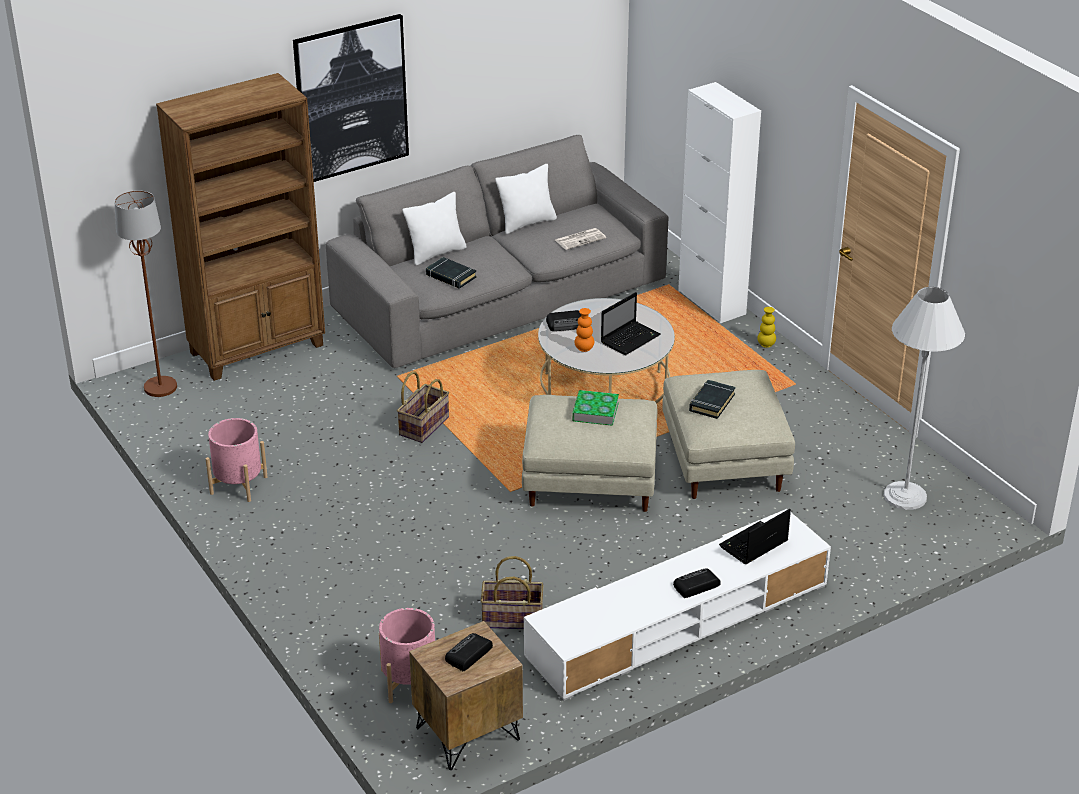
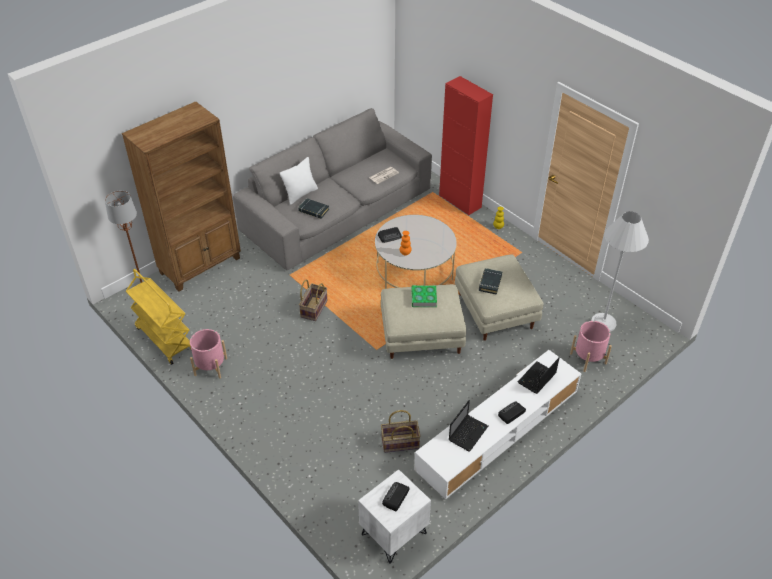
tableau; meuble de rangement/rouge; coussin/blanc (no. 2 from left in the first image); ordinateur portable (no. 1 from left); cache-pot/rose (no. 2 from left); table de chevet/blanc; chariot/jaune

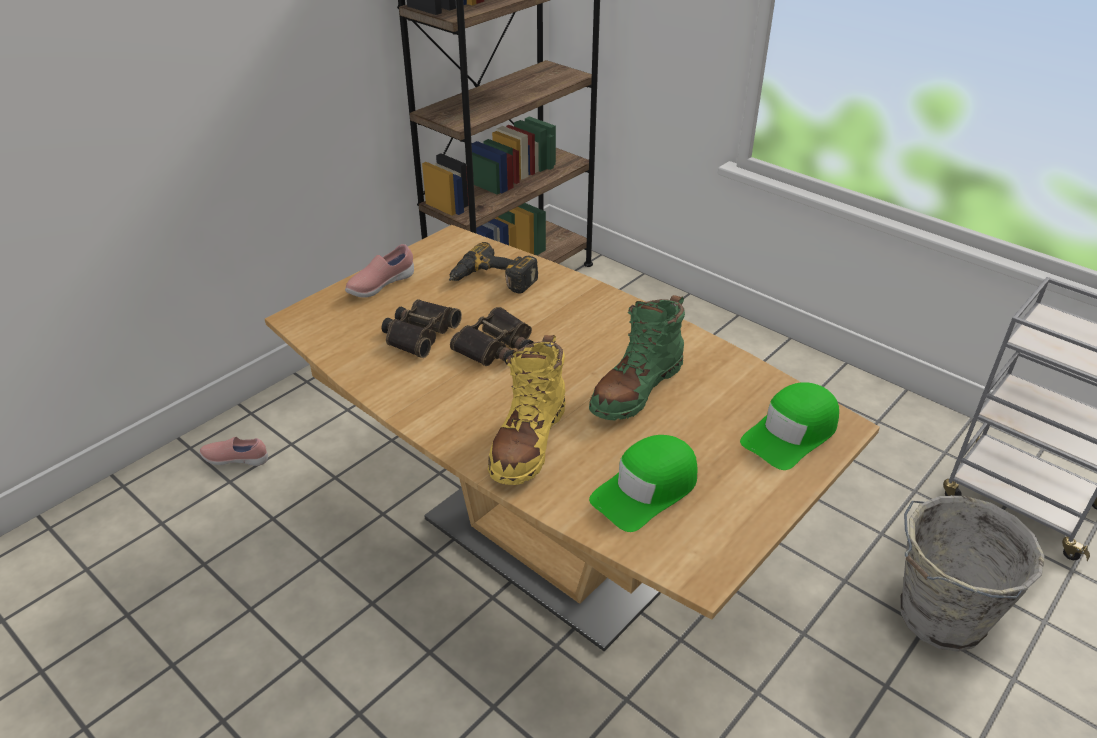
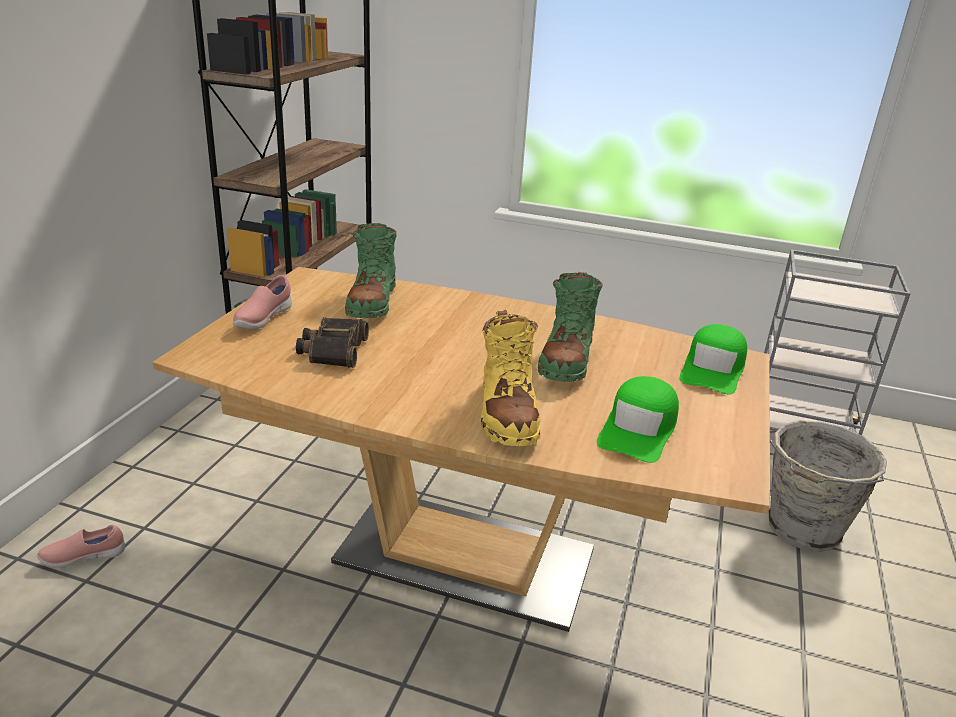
botte/vert (no. 1 from left); jumelles (no. 2 from left in the first image)

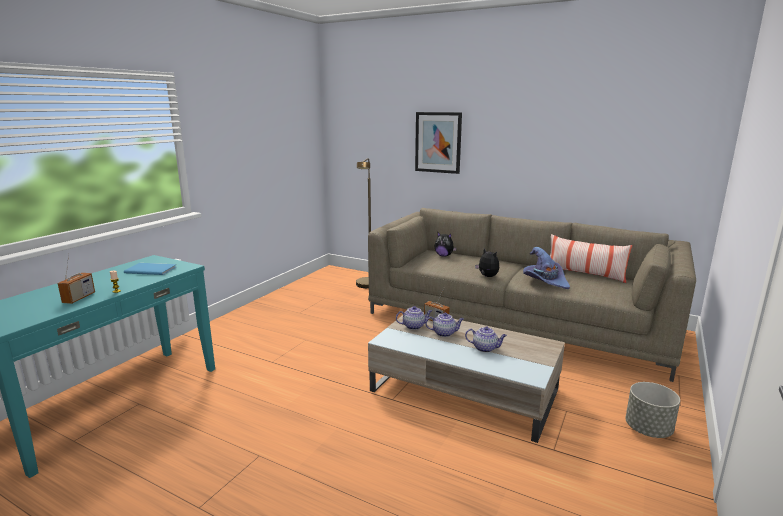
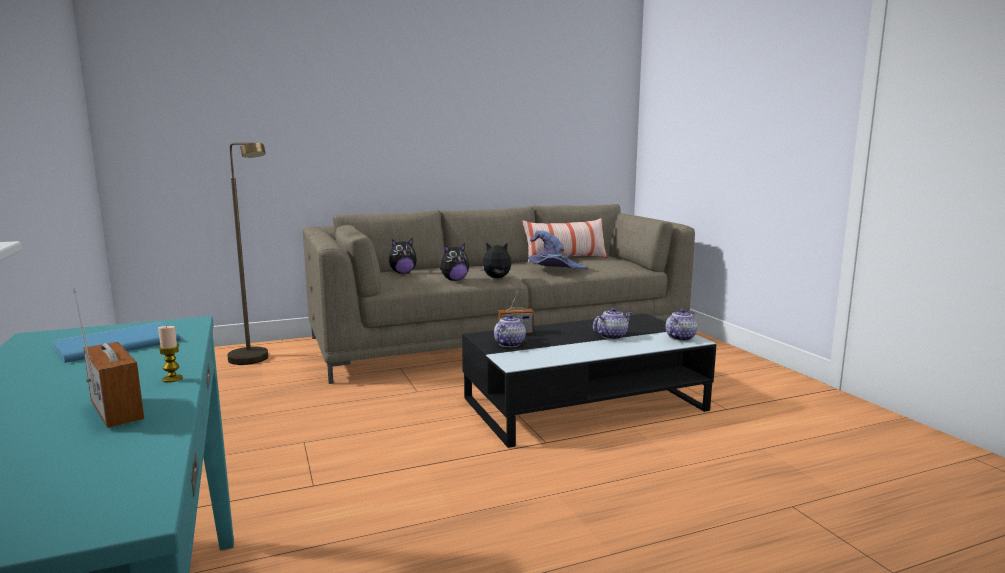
tableau; table basse/noir; théière (no. 3 from left); cache-pot/gris; peluche (no. 2 from left)

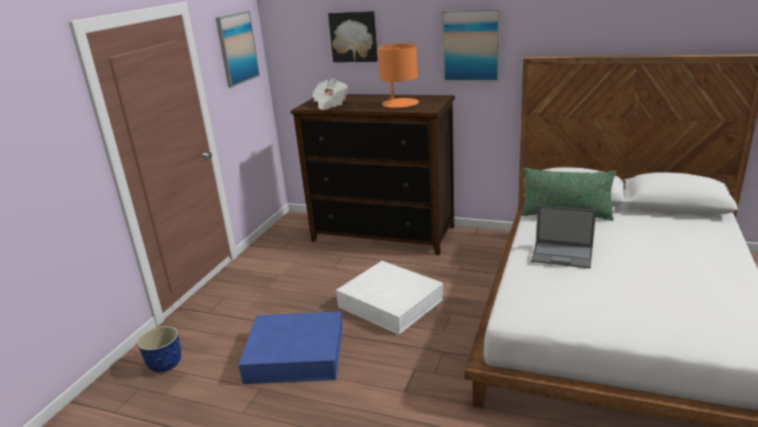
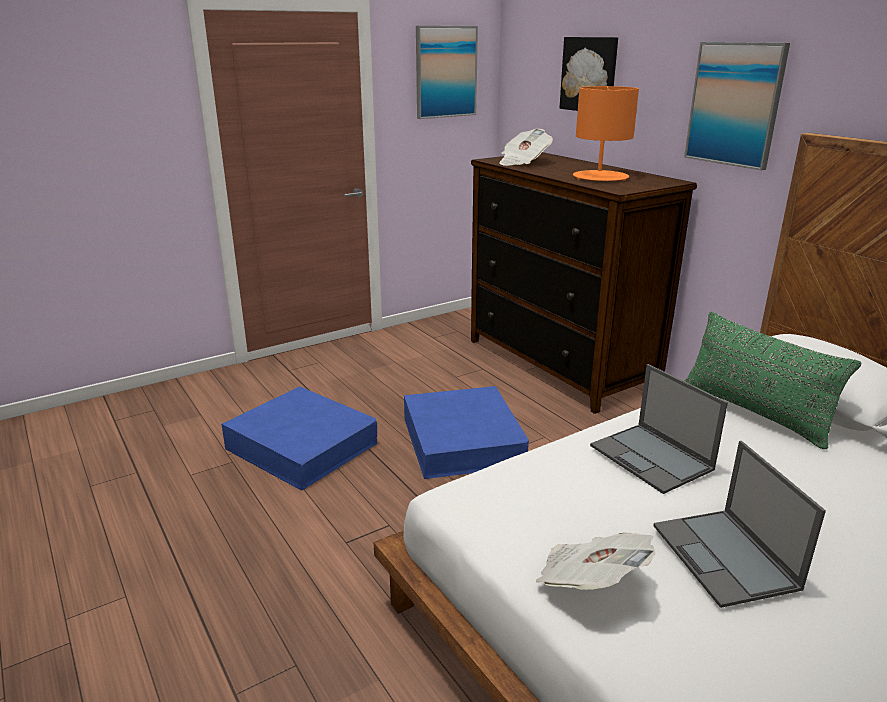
boîte de rangement/bleu (no. 2 from left); cache-pot; ordinateur portable (no. 2 from left); journal (no. 2 from left)

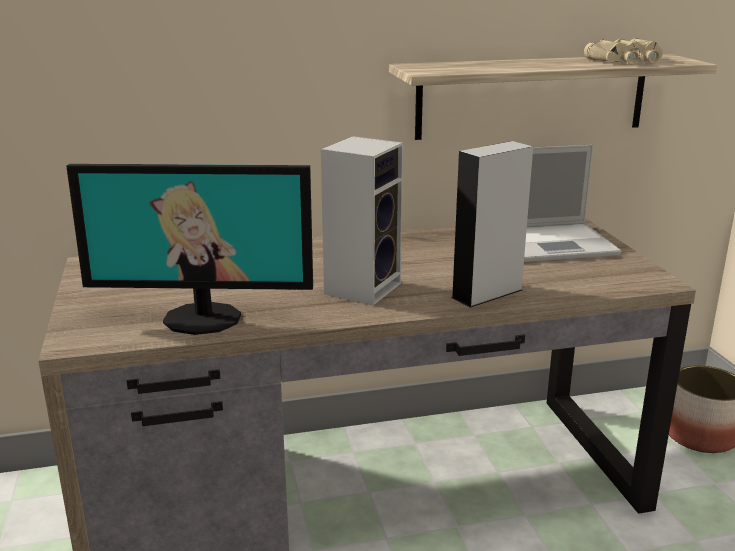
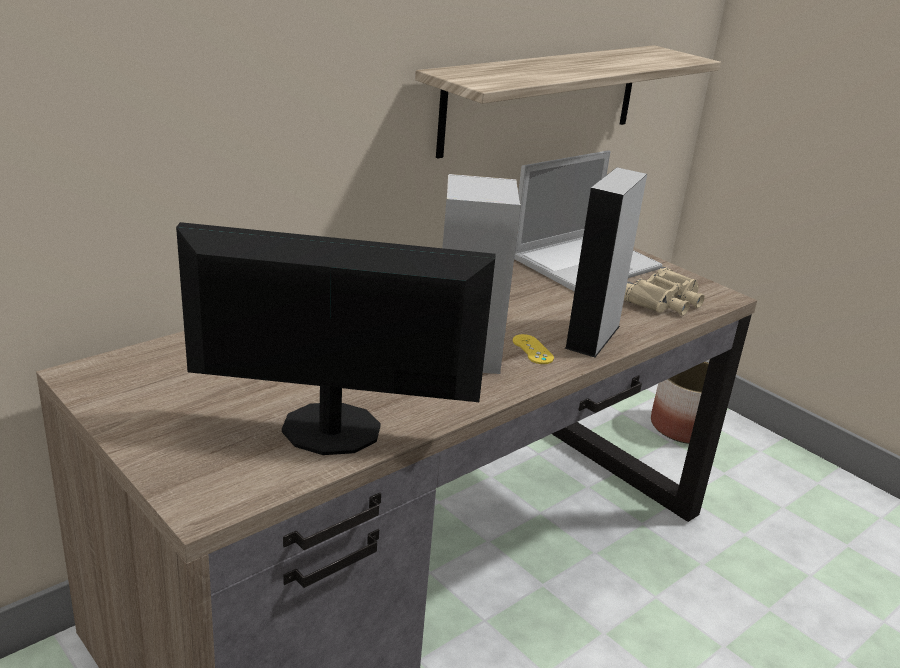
jumelles/beige; écran d'ordinateur; manette/jaune

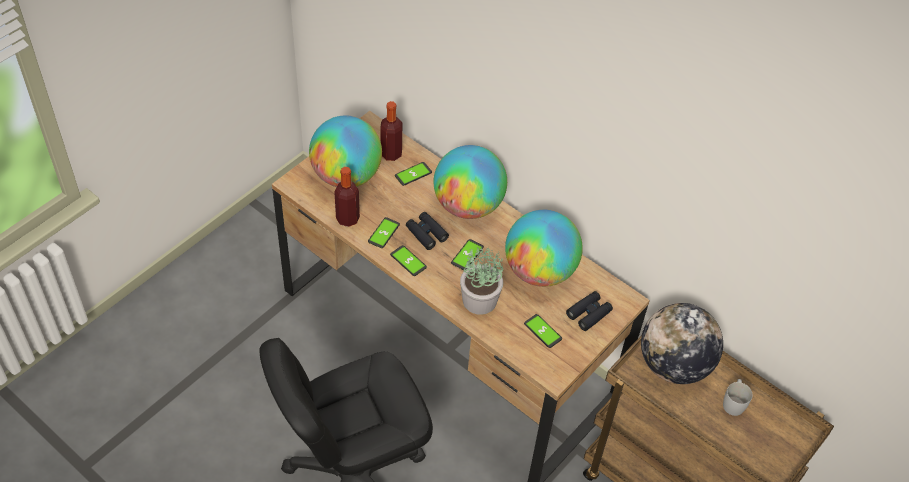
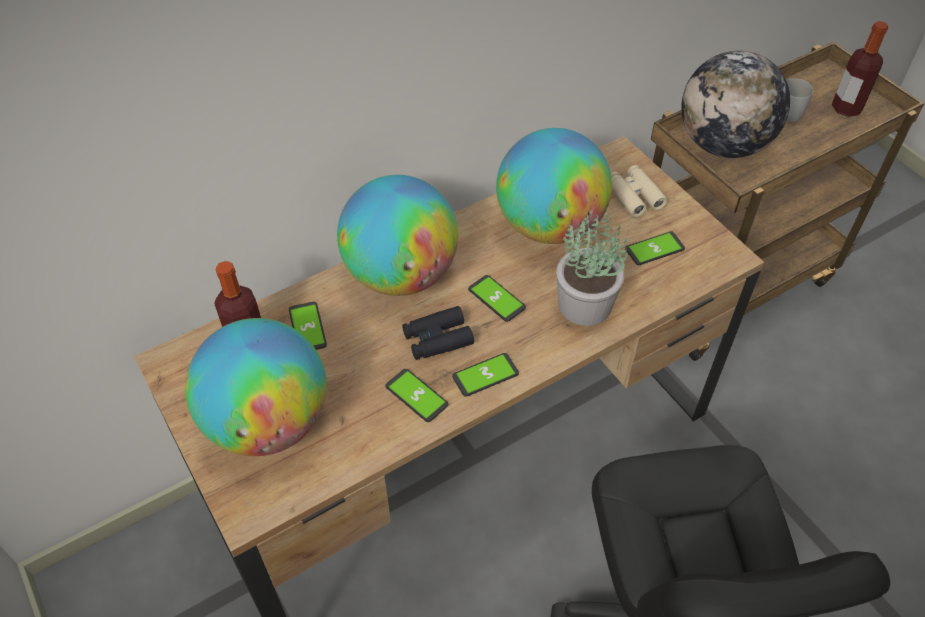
bouteille (no. 2 from left); jumelles/beige

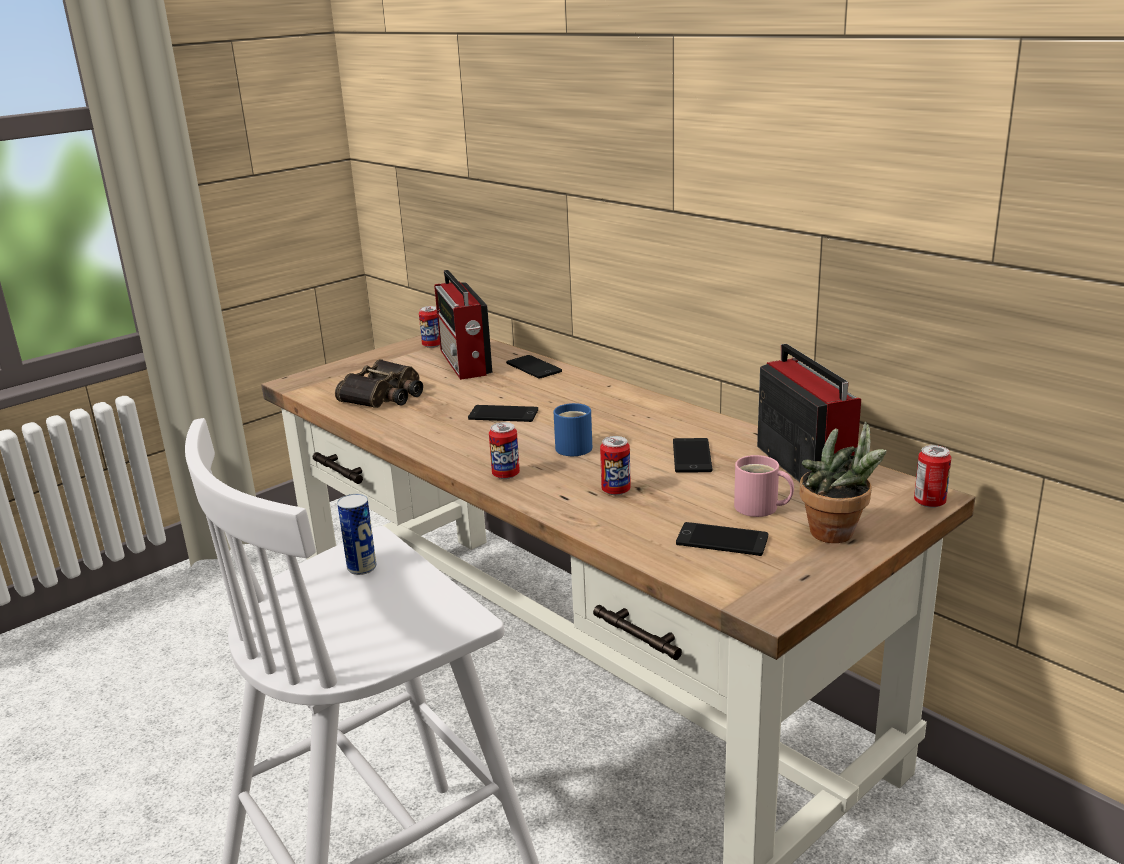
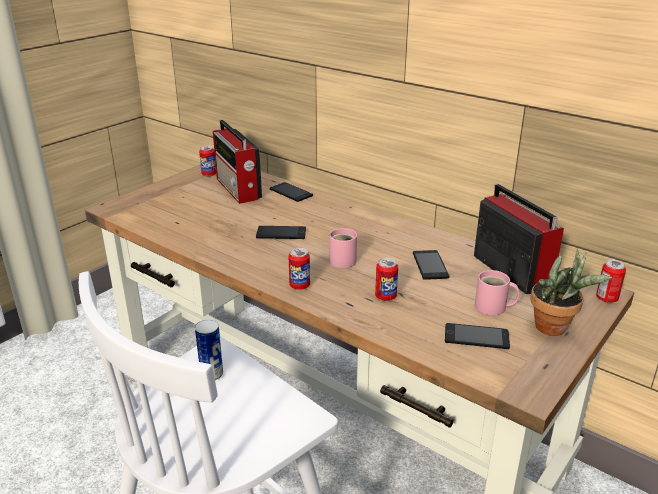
jumelles; mug/rose (no. 1 from left)

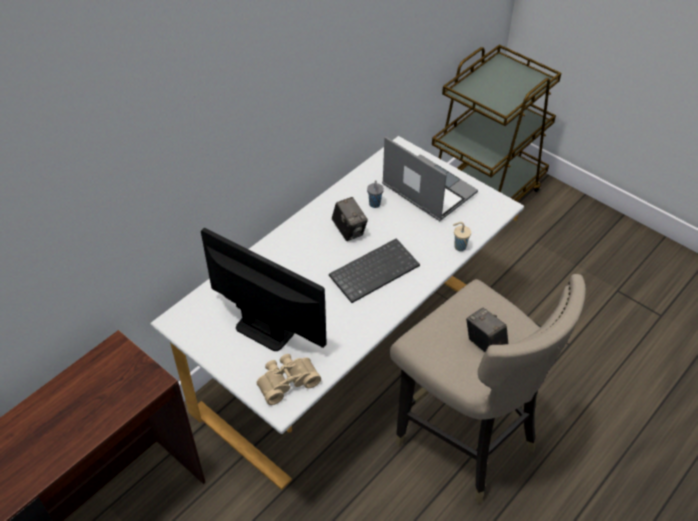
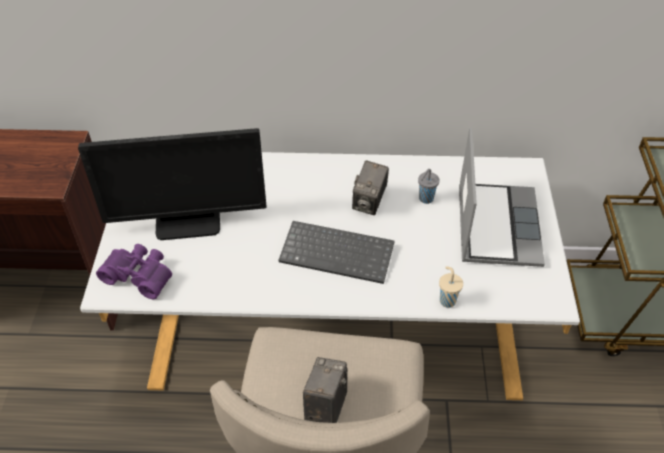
écran d'ordinateur; jumelles/violet

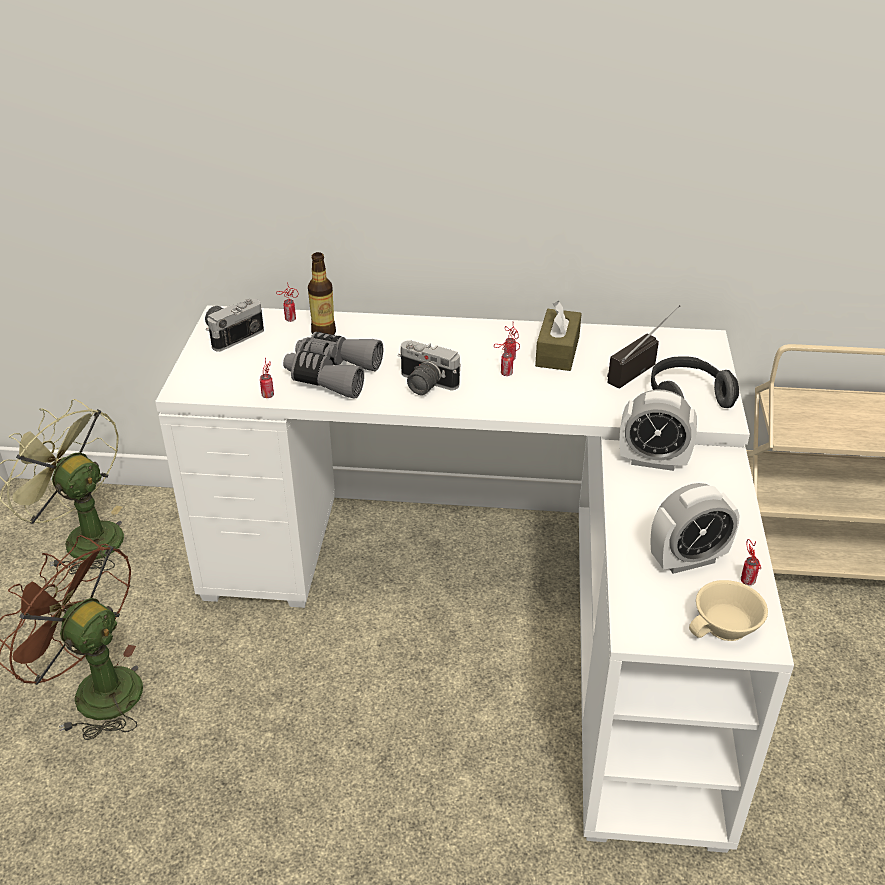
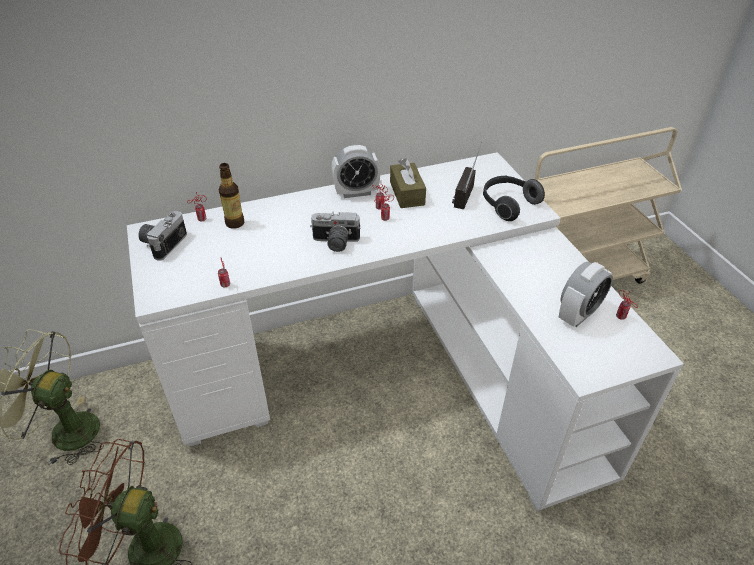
jumelles/gris; réveil (no. 1 from left); tasse/beige

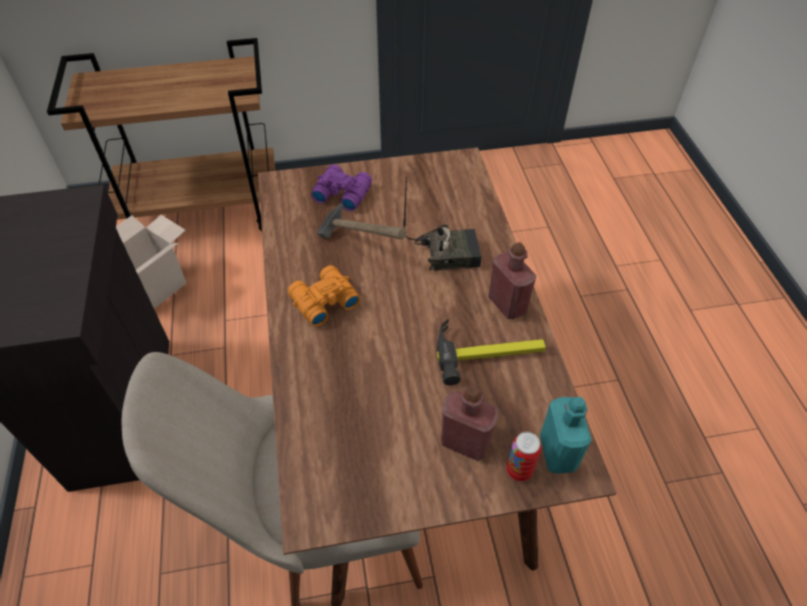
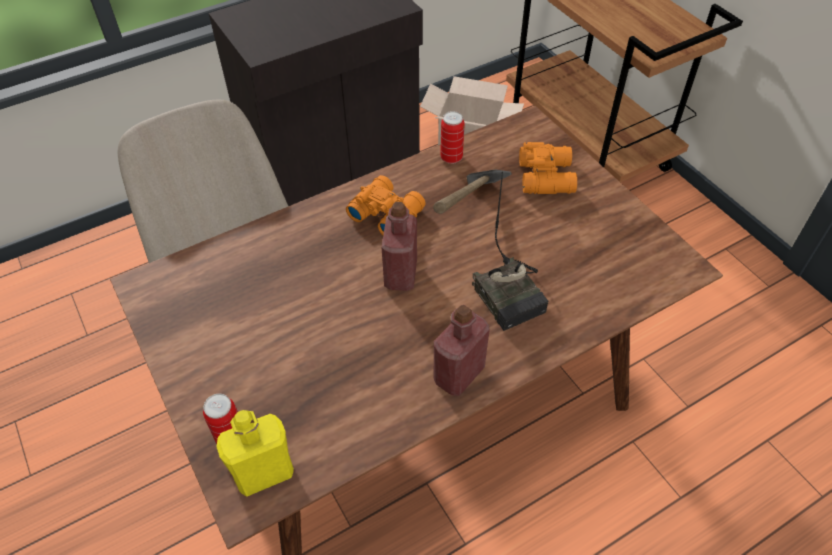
jumelles/orange (no. 2 from left); marteau (no. 2 from left in the first image); bouteille/rouge (no. 1 from left); bouteille/jaune; boîte métallique (no. 2 from left)

